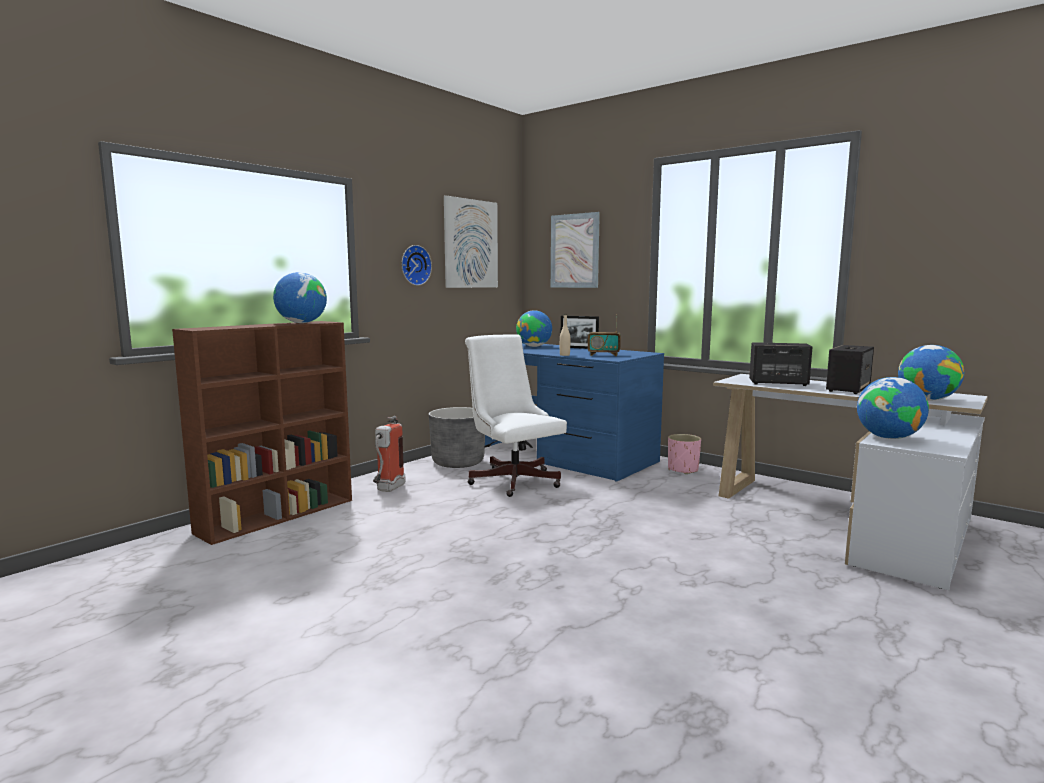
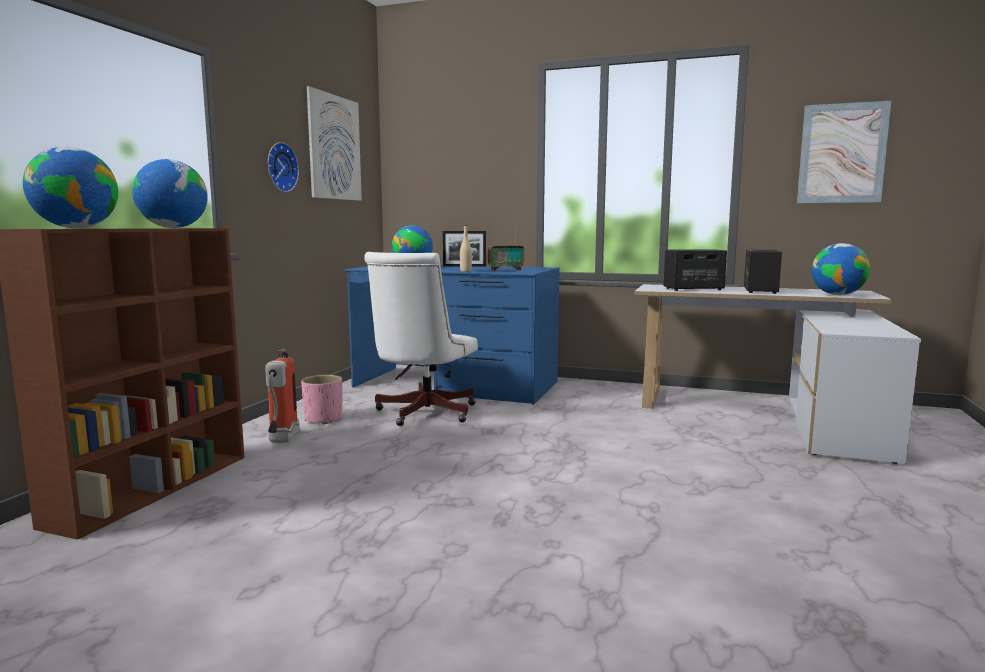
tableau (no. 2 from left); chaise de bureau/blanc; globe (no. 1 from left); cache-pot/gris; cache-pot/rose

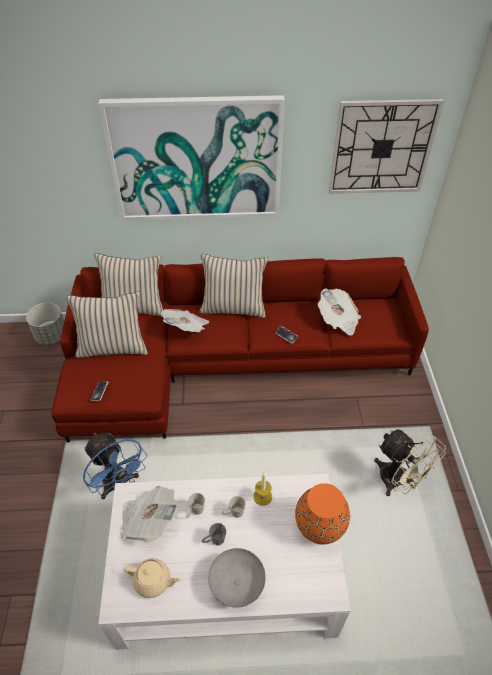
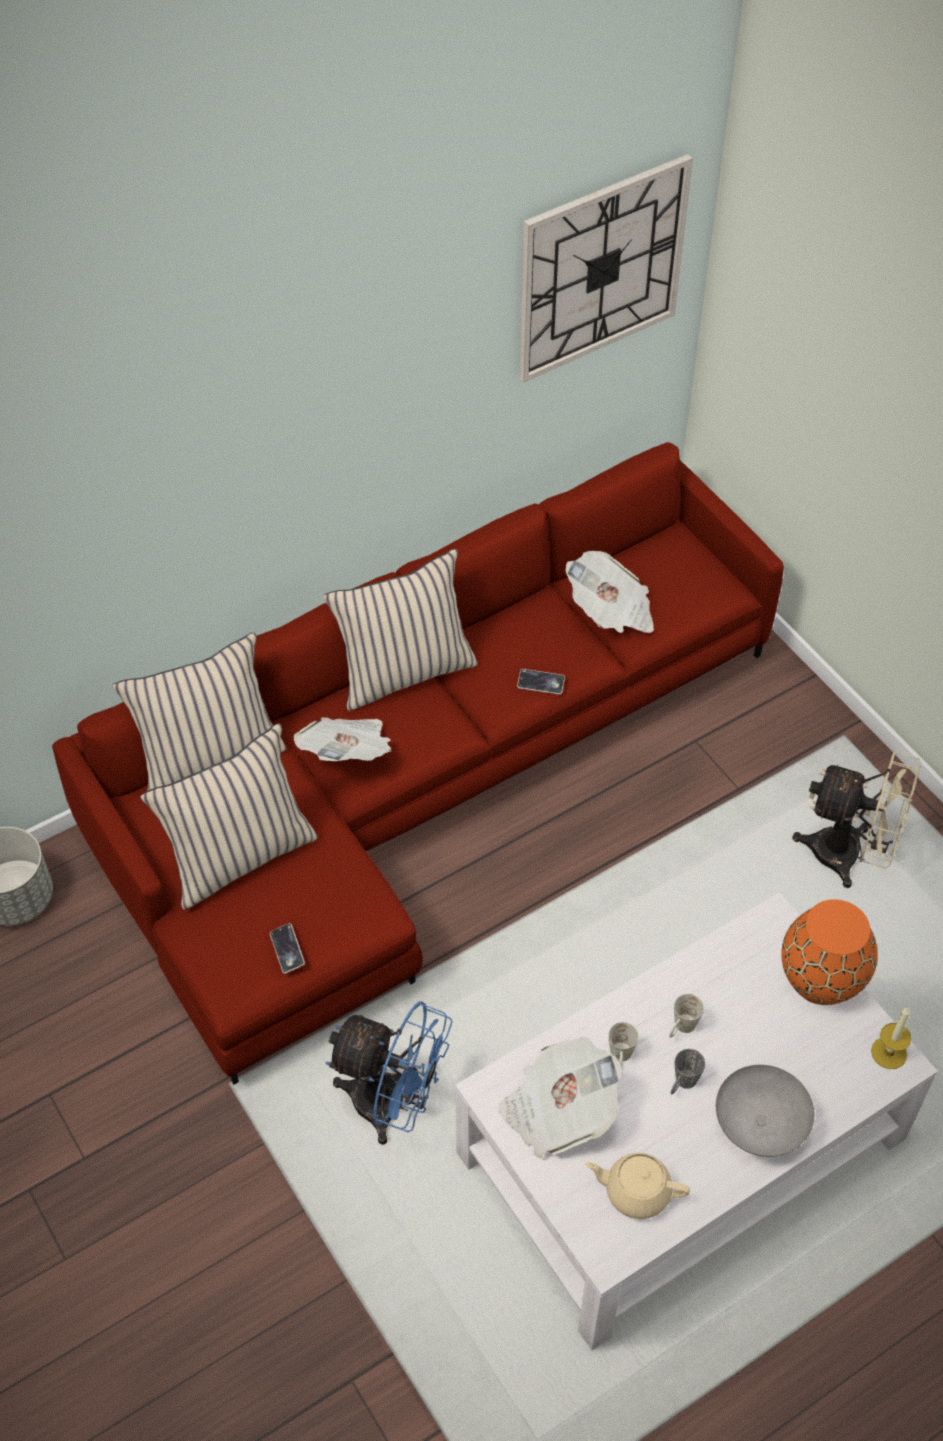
tableau; bougie; théière/beige

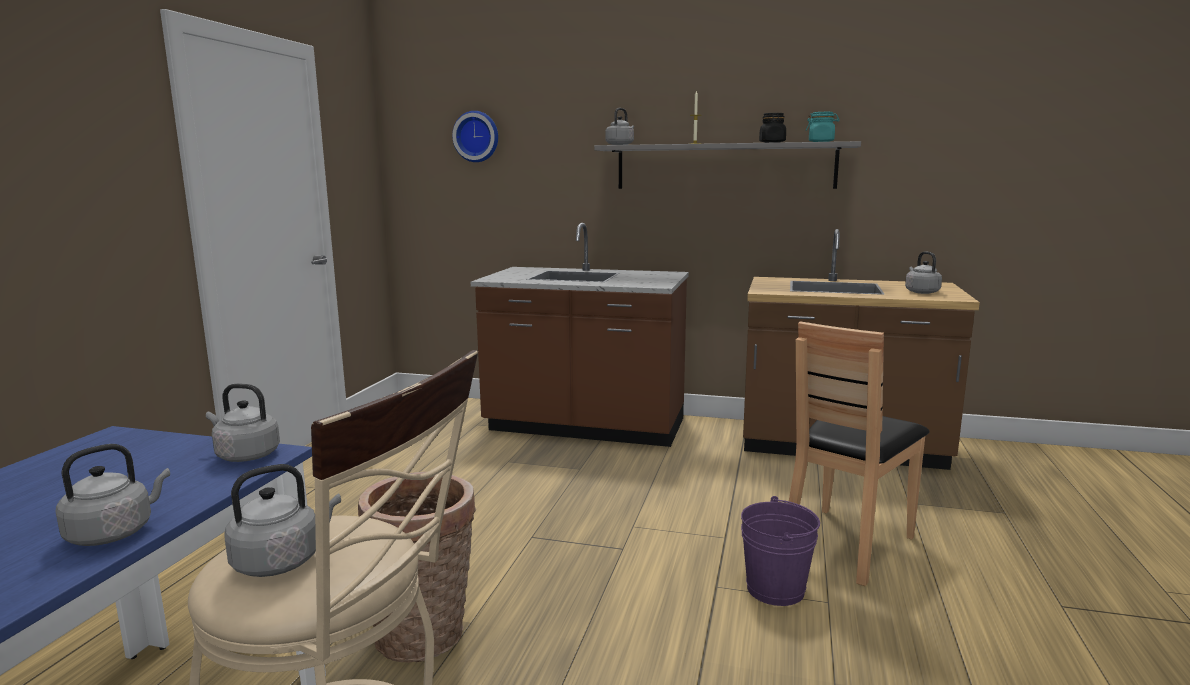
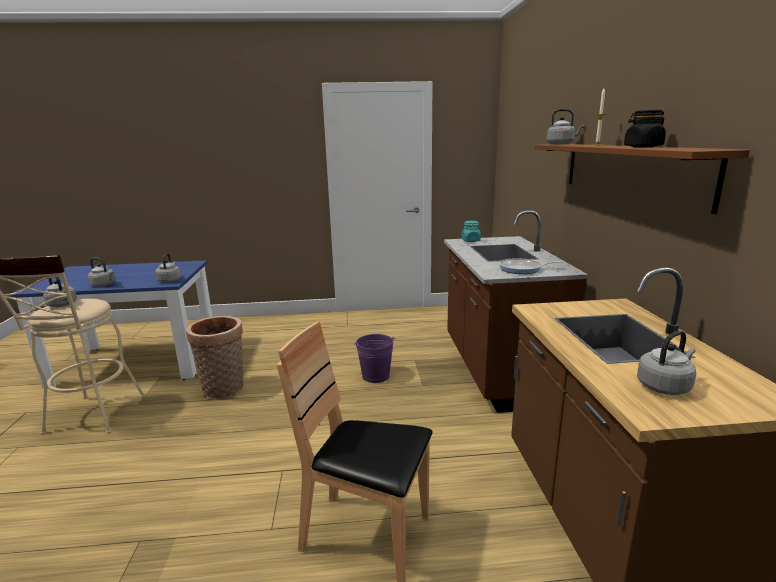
horloge murale; bocal/turquoise; étagère/marron; seau/violet; poêle

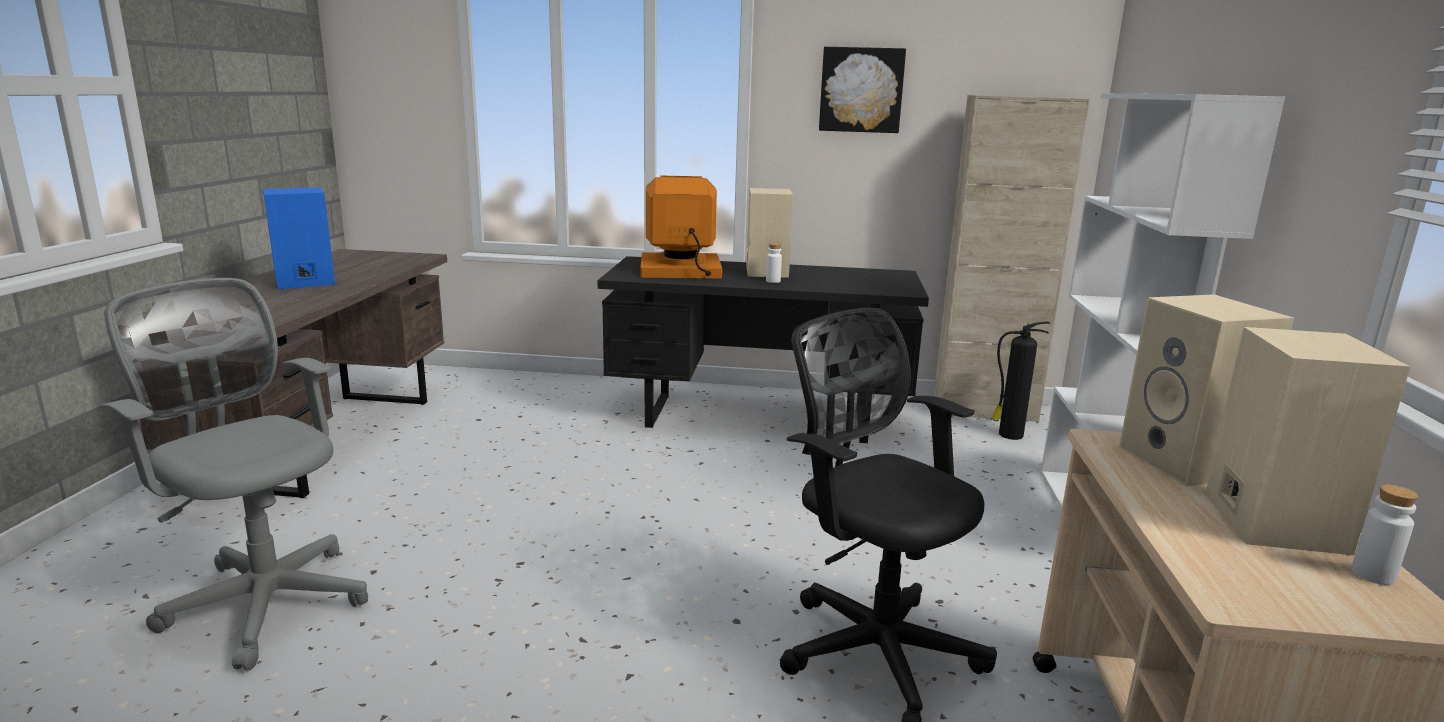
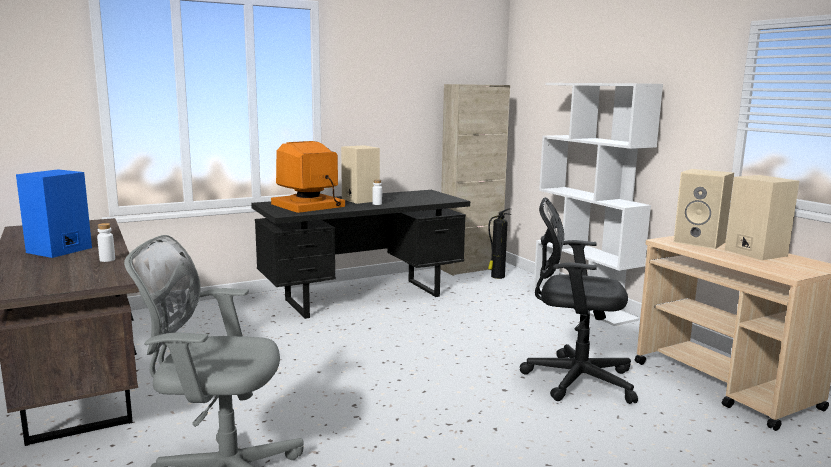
tableau; bouteille/blanc (no. 1 from left)

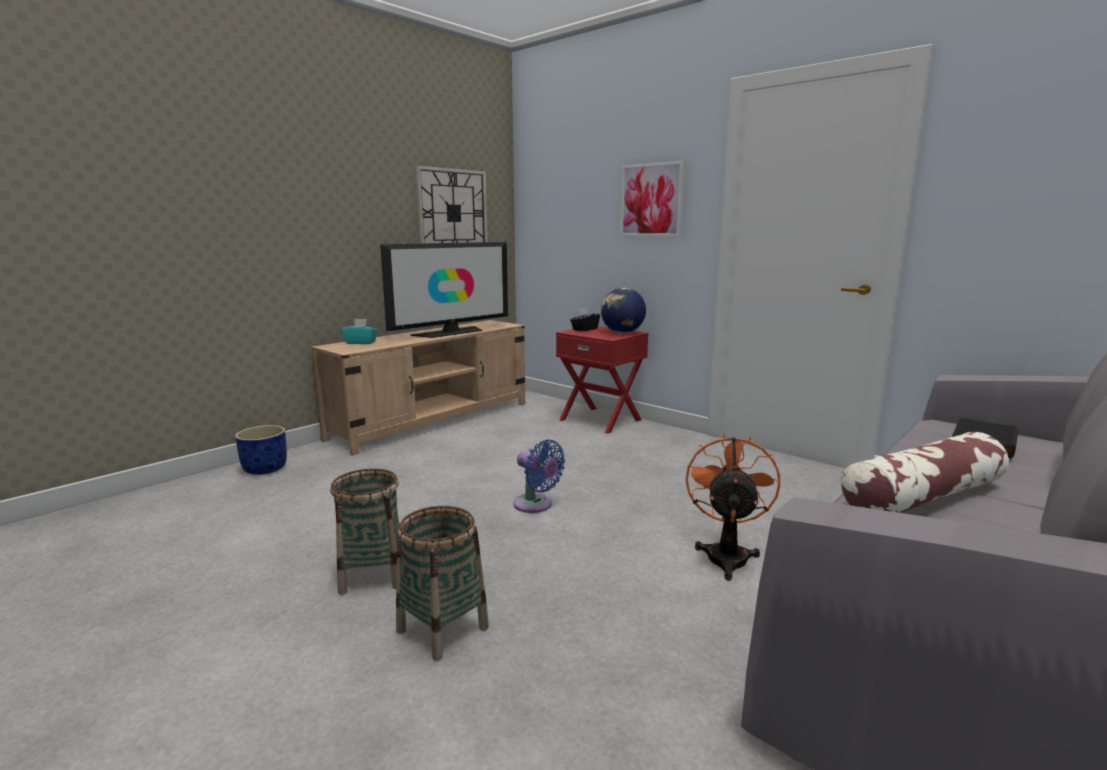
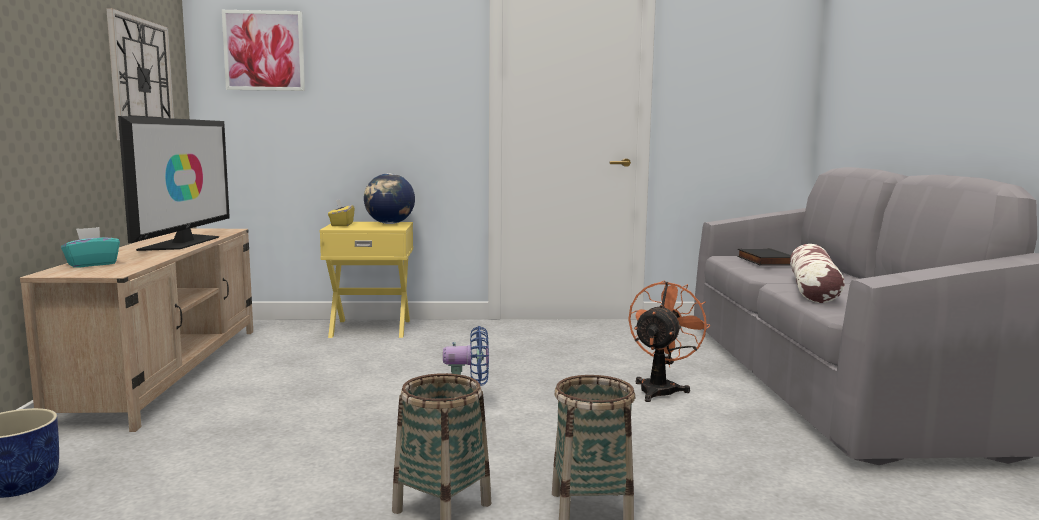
tableau; boîte à mouchoirs/jaune; table de chevet/jaune; ventilateur/orange

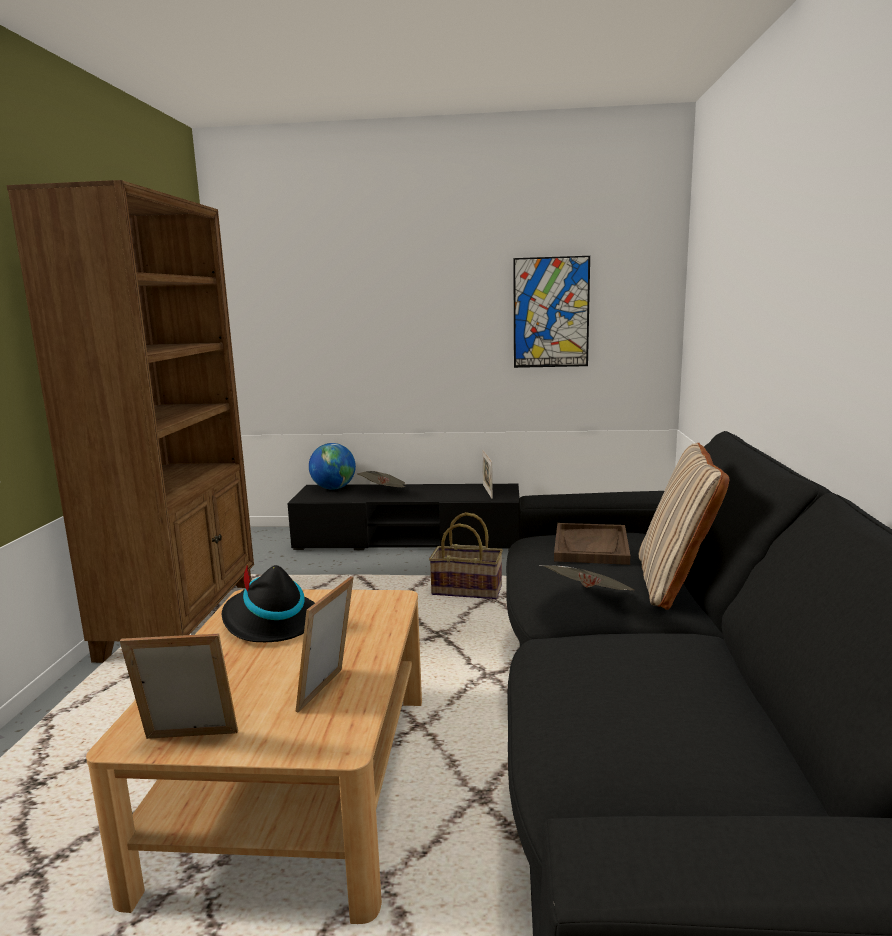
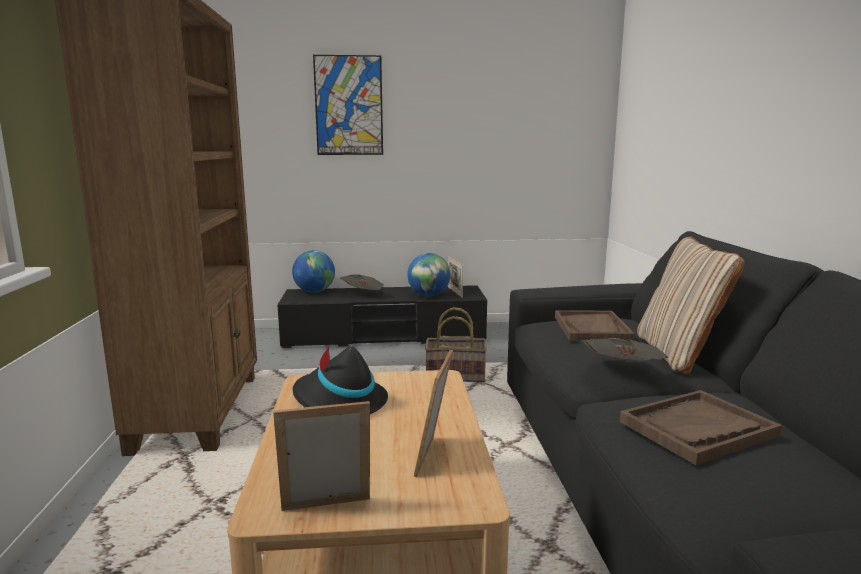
tableau; globe (no. 2 from left); plateau/marron (no. 2 from left)

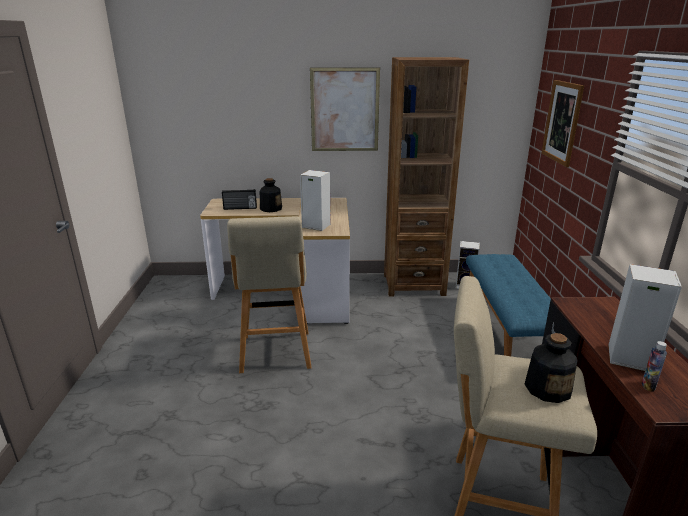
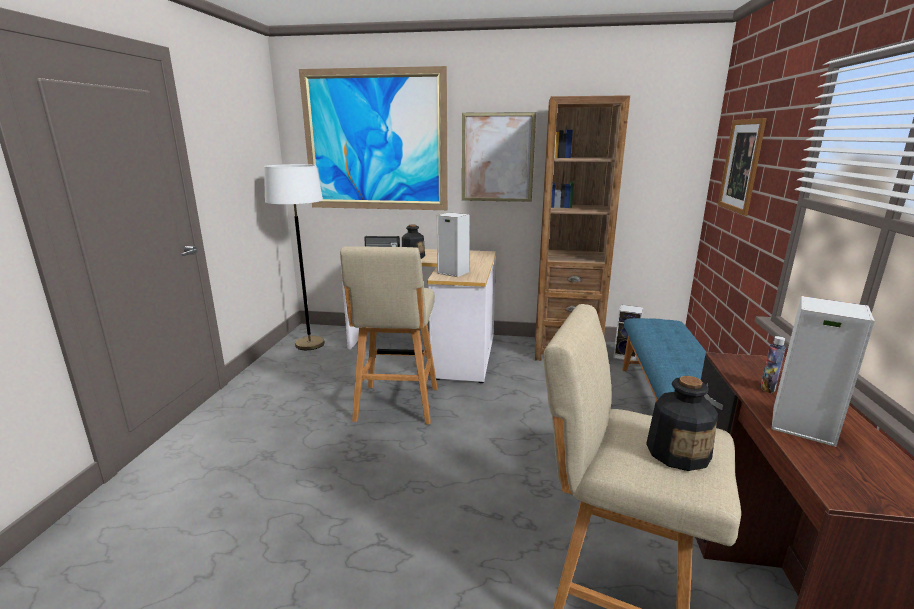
bouteille (no. 3 from left); tableau (no. 1 from left); lampadaire/blanc

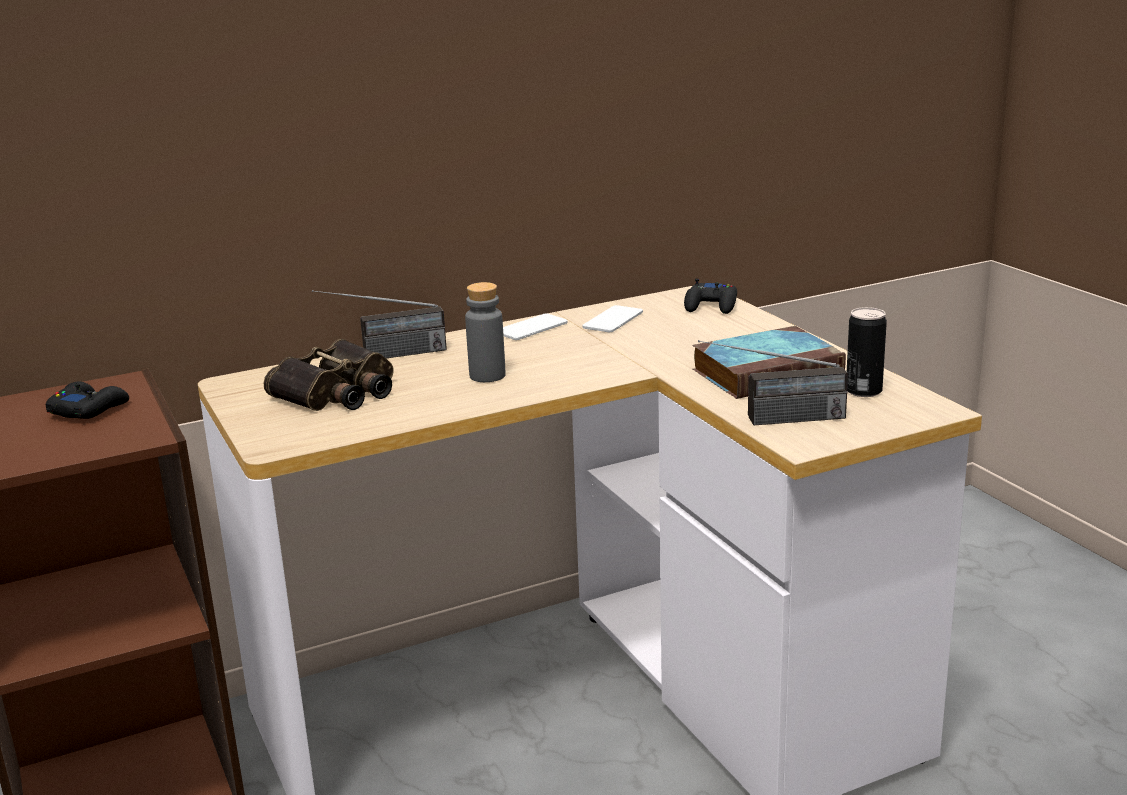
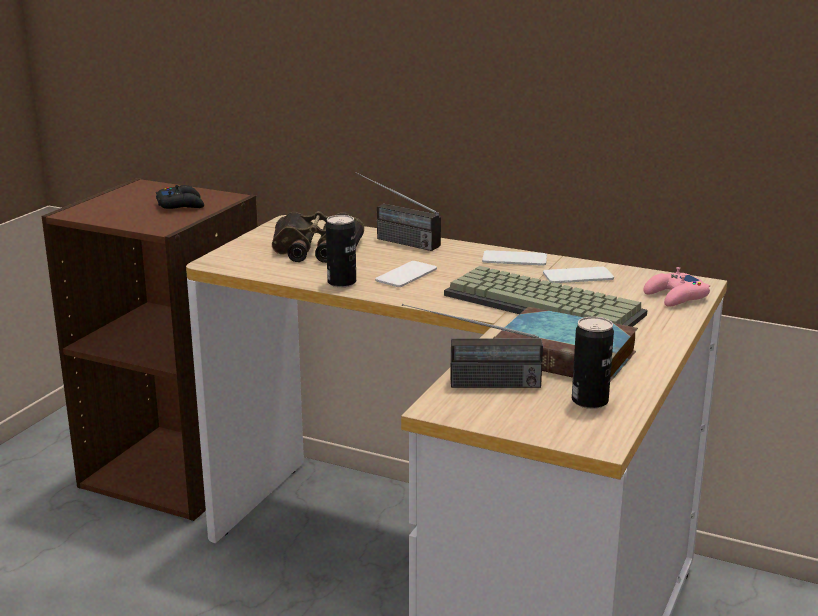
manette/rose; téléphone (no. 1 from left); radio (no. 2 from left); boîte métallique (no. 1 from left); clavier

